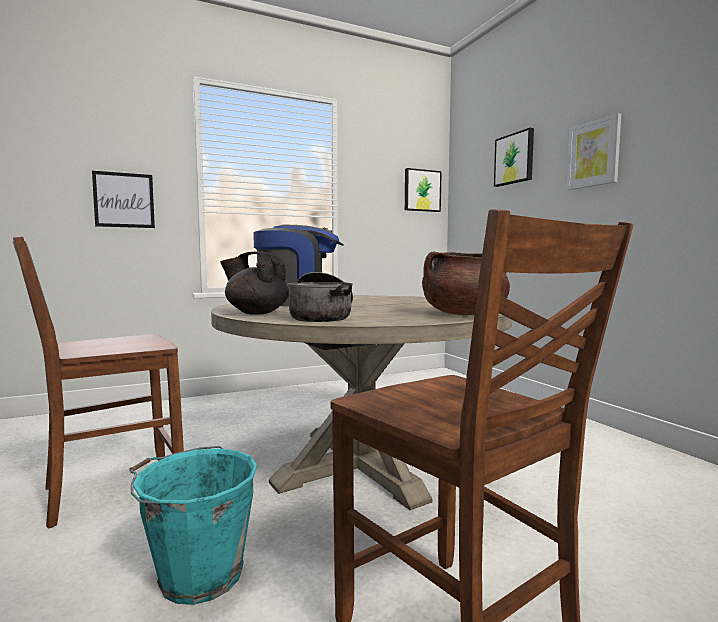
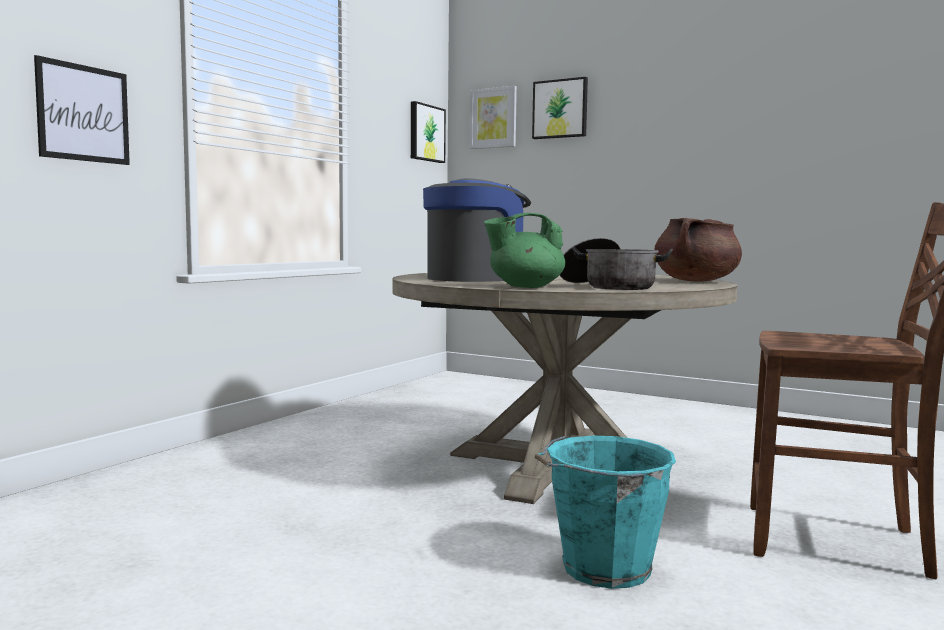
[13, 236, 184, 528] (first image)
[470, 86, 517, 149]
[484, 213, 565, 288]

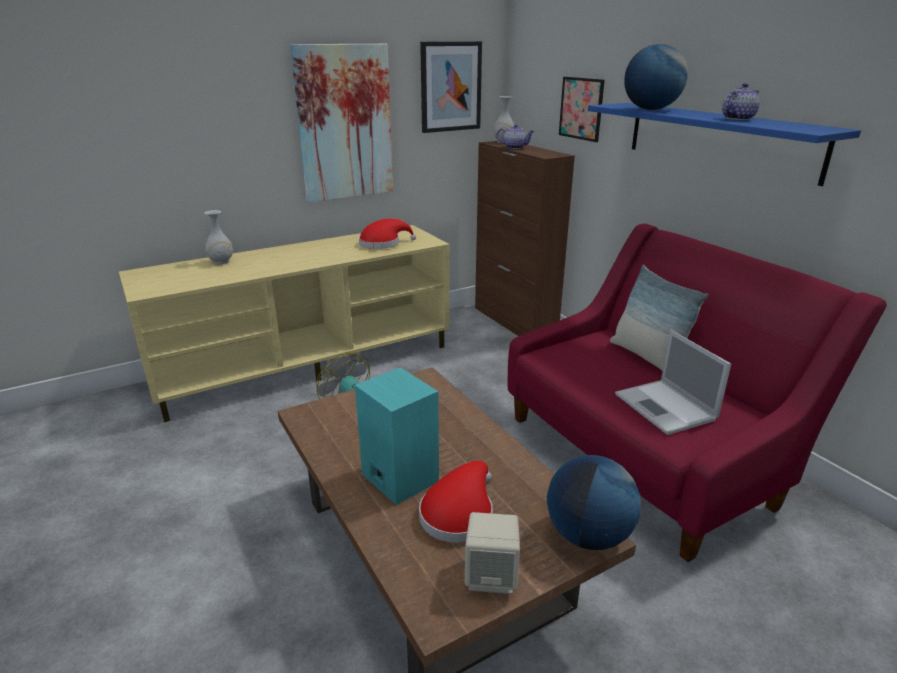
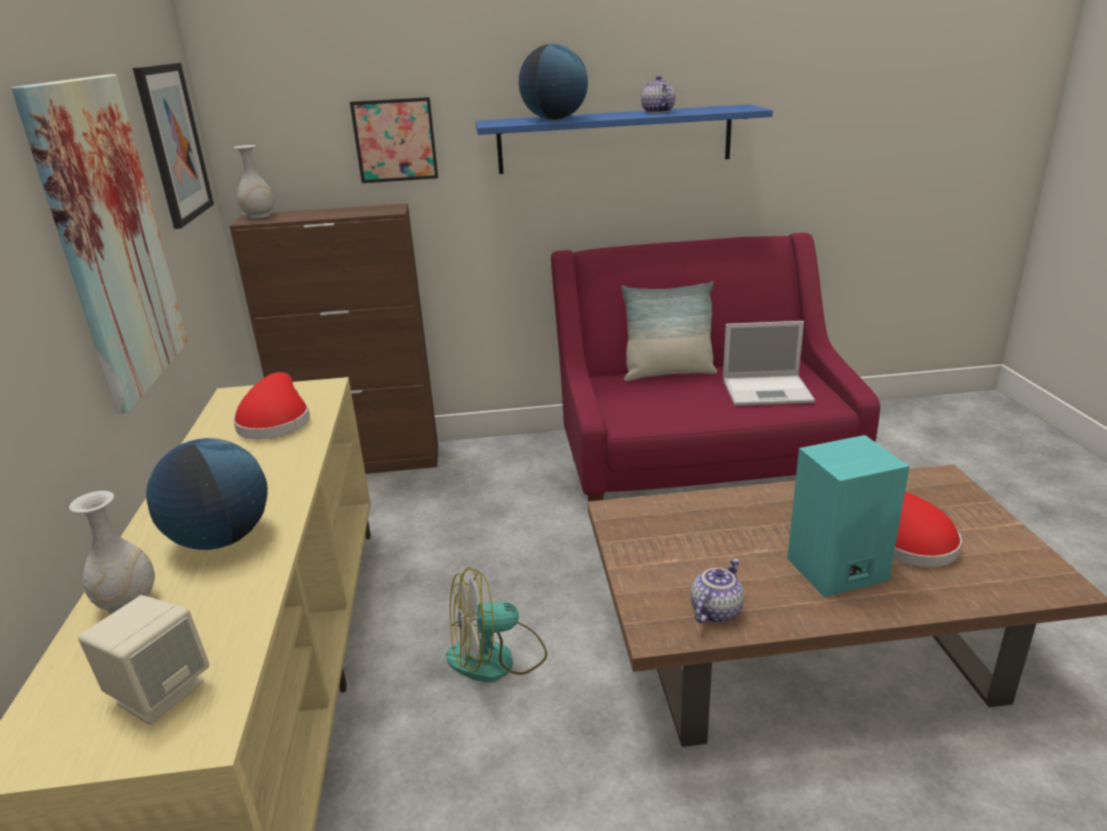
[78, 595, 209, 724]
[691, 559, 744, 623]
[146, 438, 268, 550]

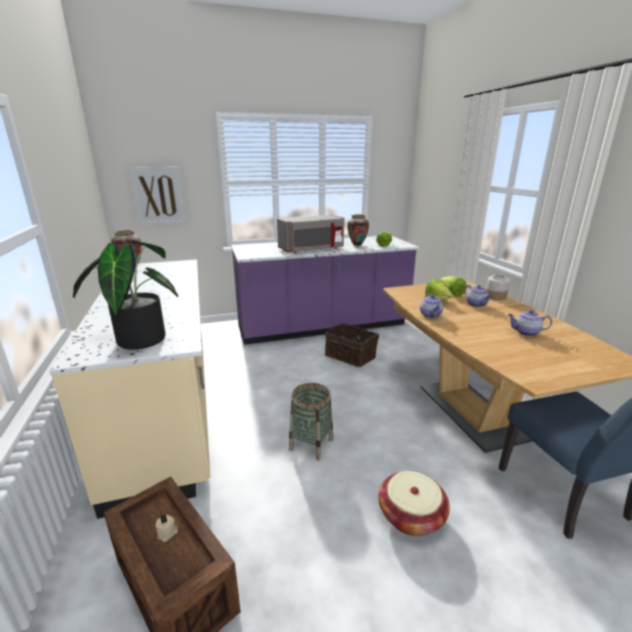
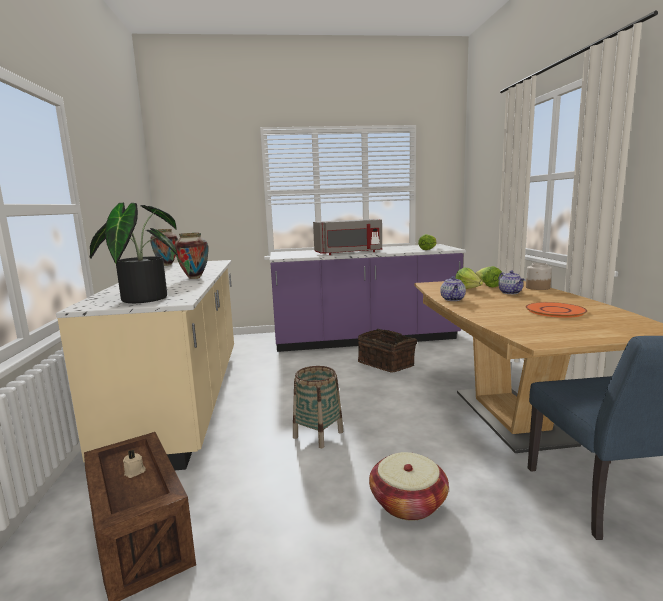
[129, 167, 186, 226] (first image)
[175, 233, 208, 279]
[525, 302, 587, 318]

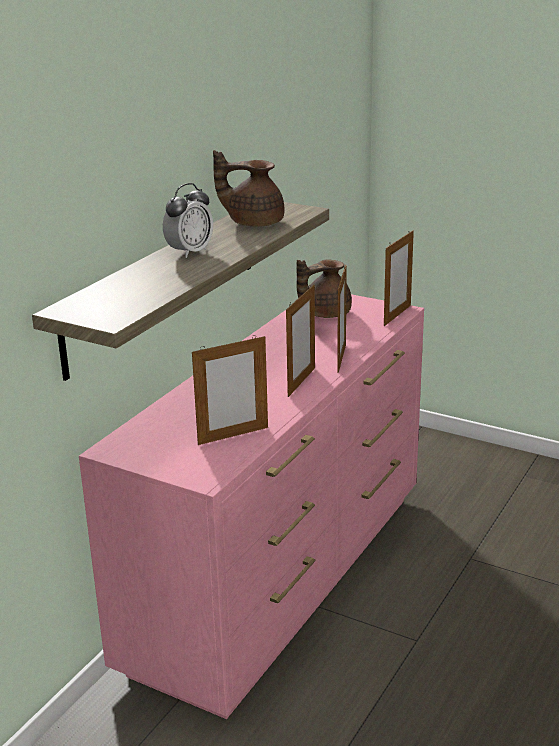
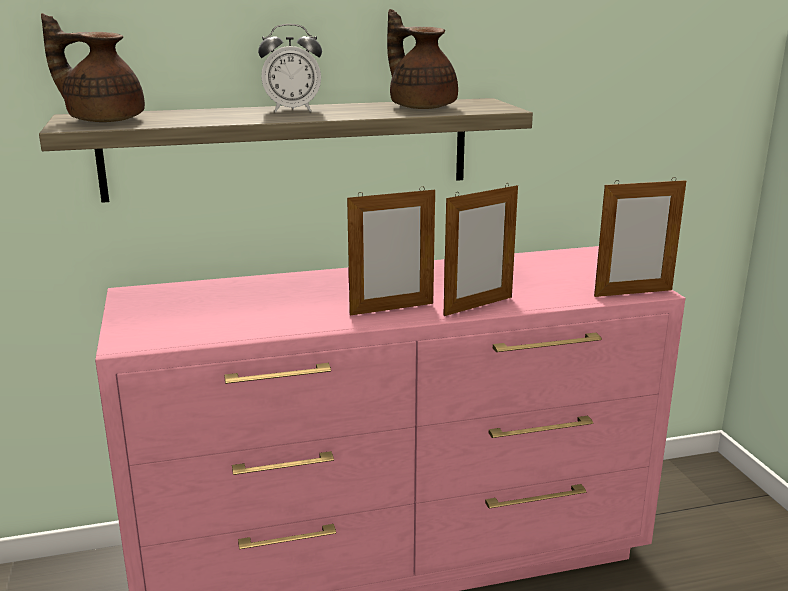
[192, 335, 268, 445] (first image)
[41, 13, 145, 122]

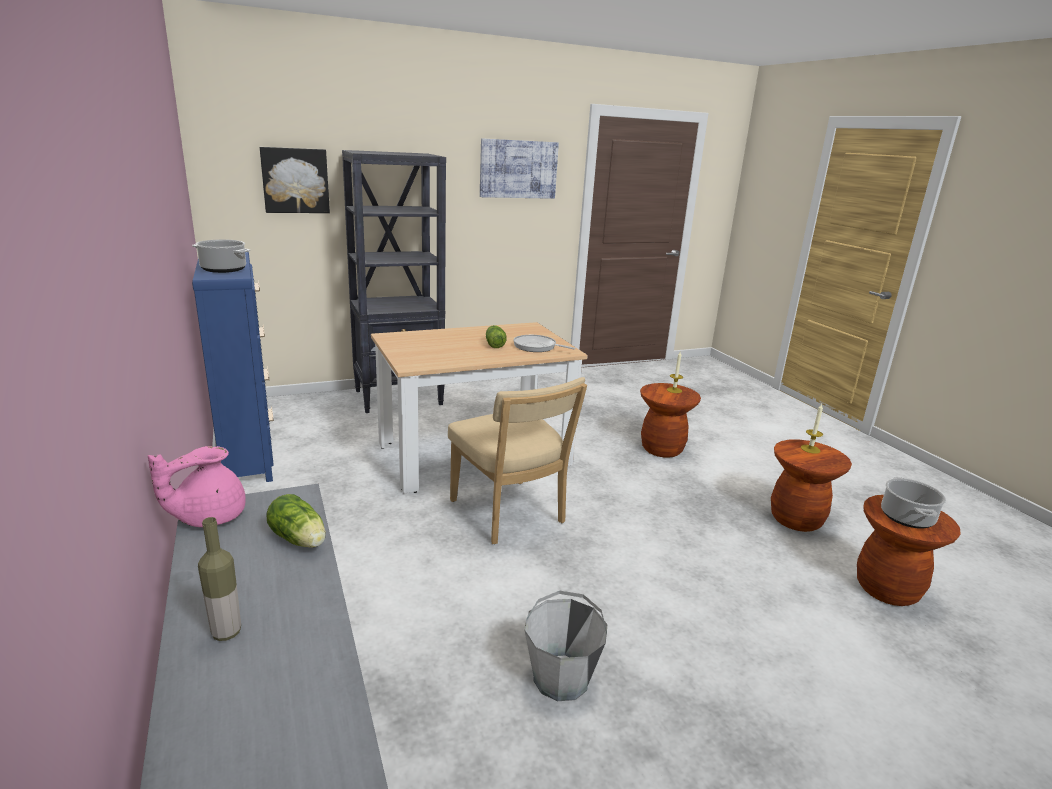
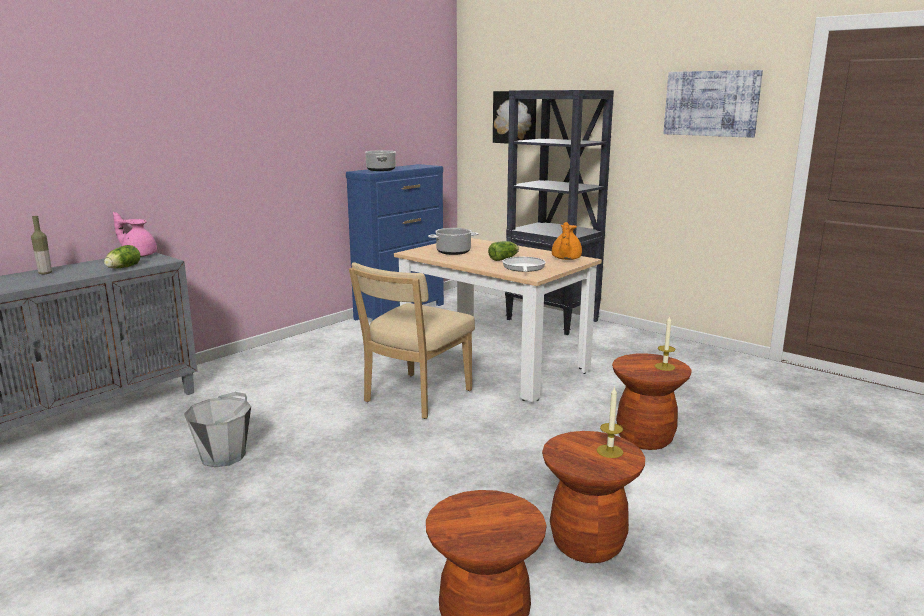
[552, 222, 582, 260]
[428, 228, 479, 255]

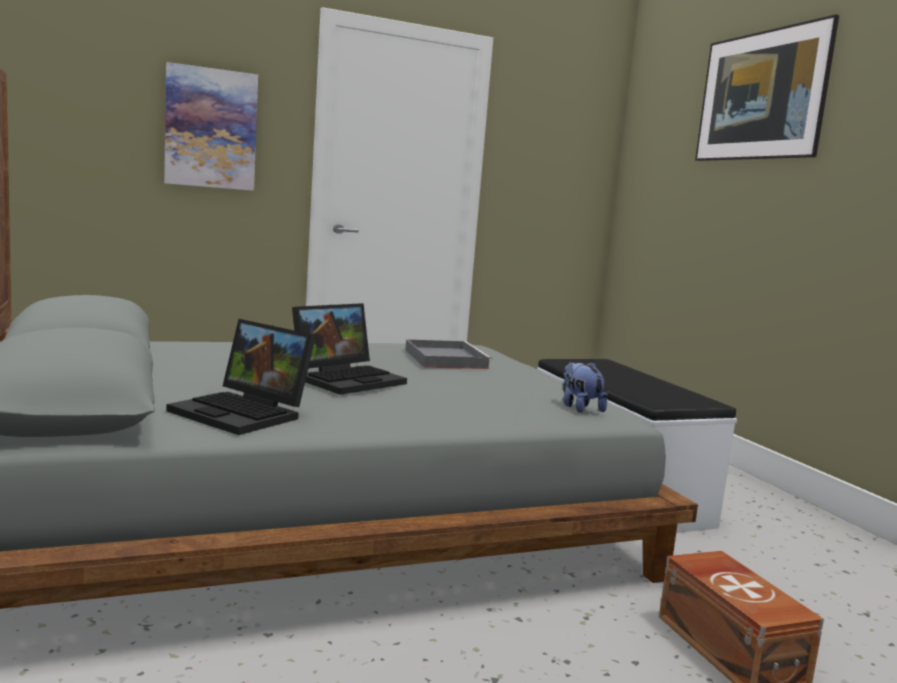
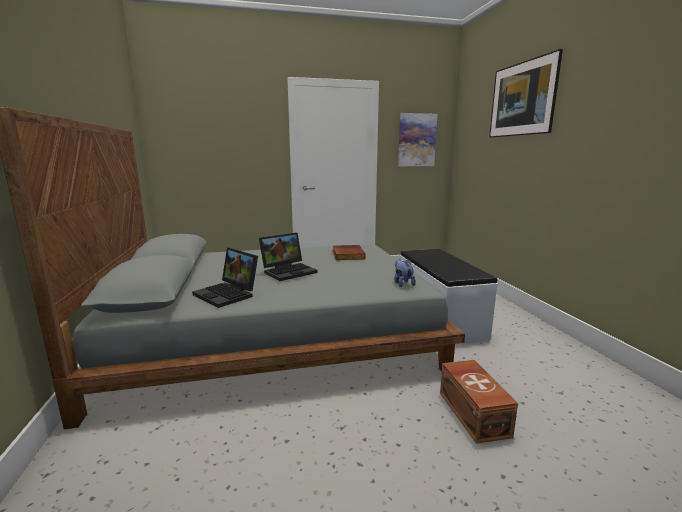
[398, 113, 438, 166]
[333, 245, 366, 260]

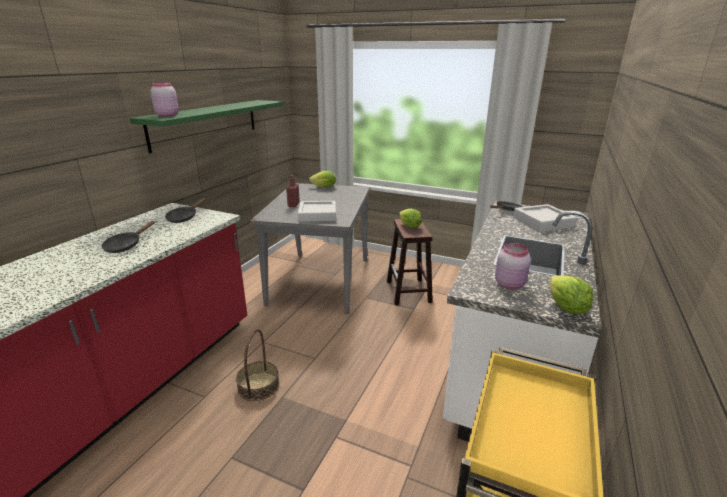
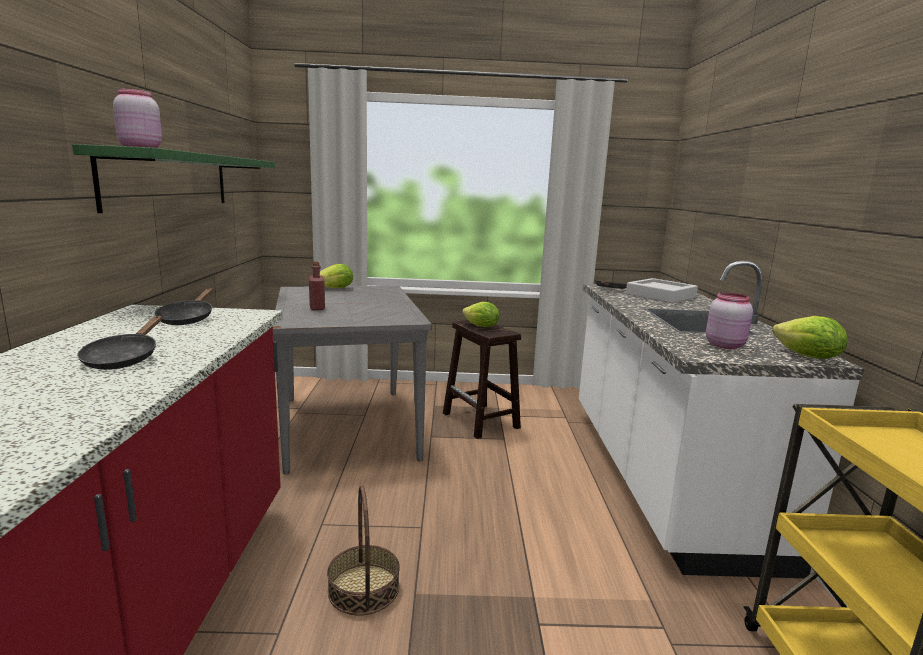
[298, 201, 336, 222] (first image)

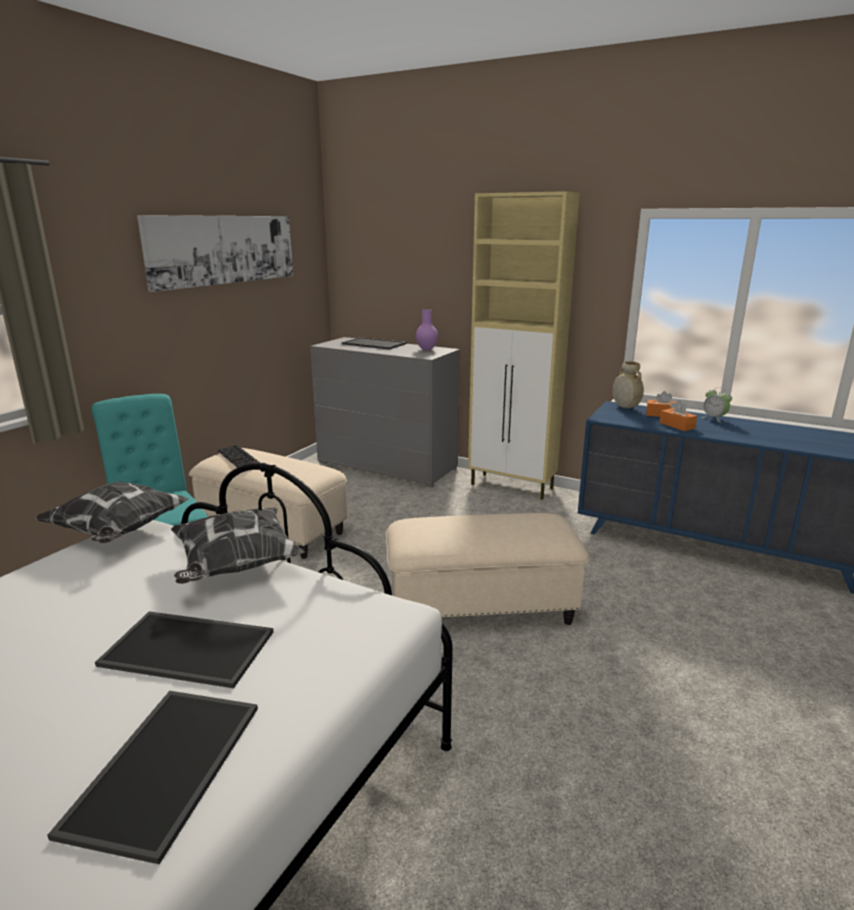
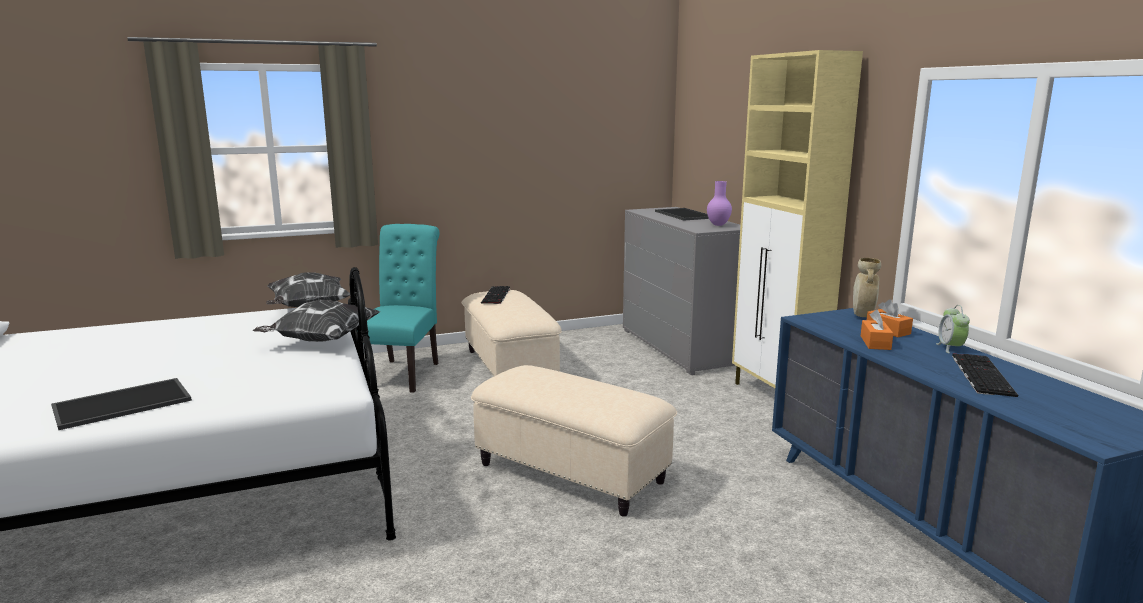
[95, 611, 273, 688] (first image)
[137, 215, 293, 292] (first image)
[952, 354, 1018, 397]

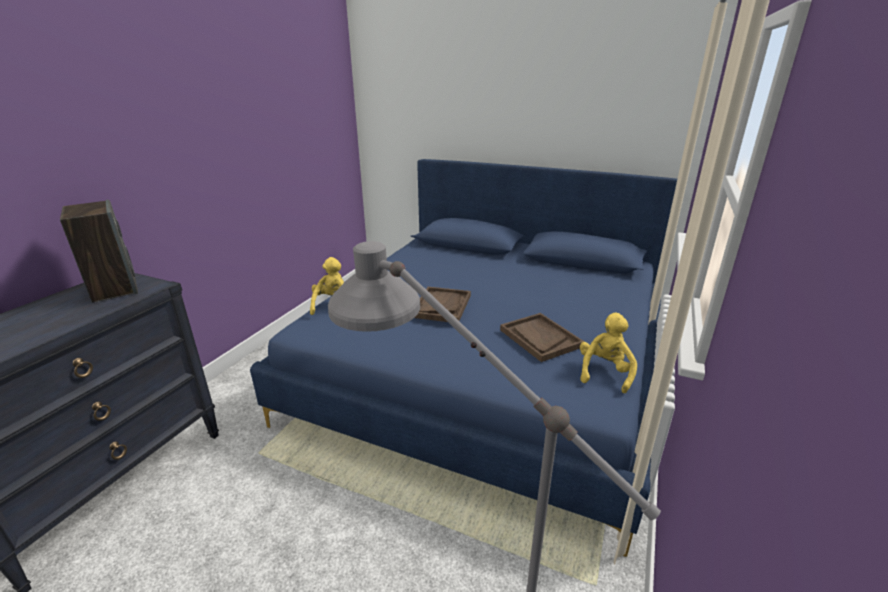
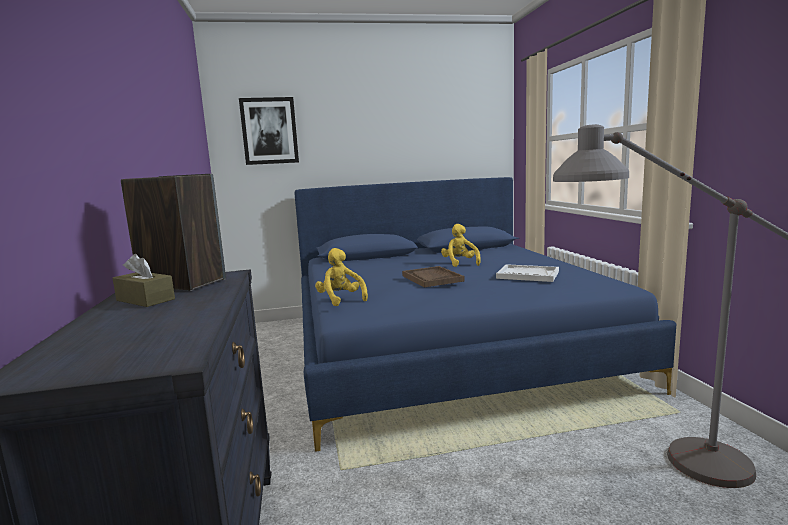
[113, 254, 175, 307]
[239, 97, 299, 165]
[441, 224, 480, 267]
[496, 264, 559, 282]

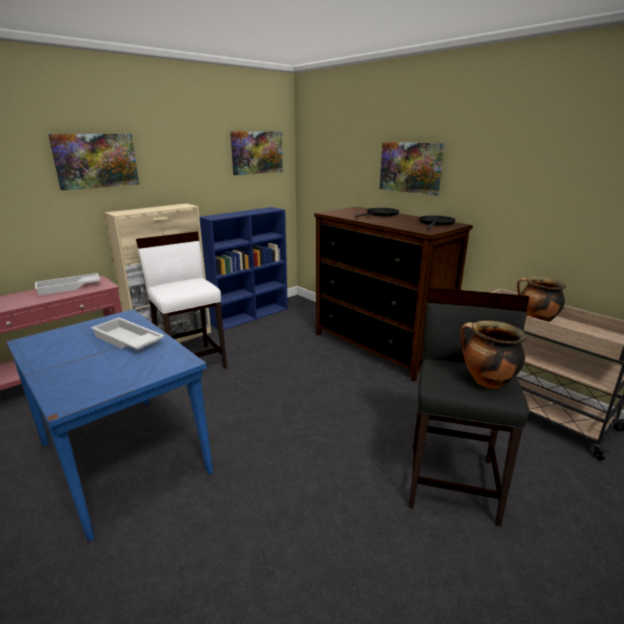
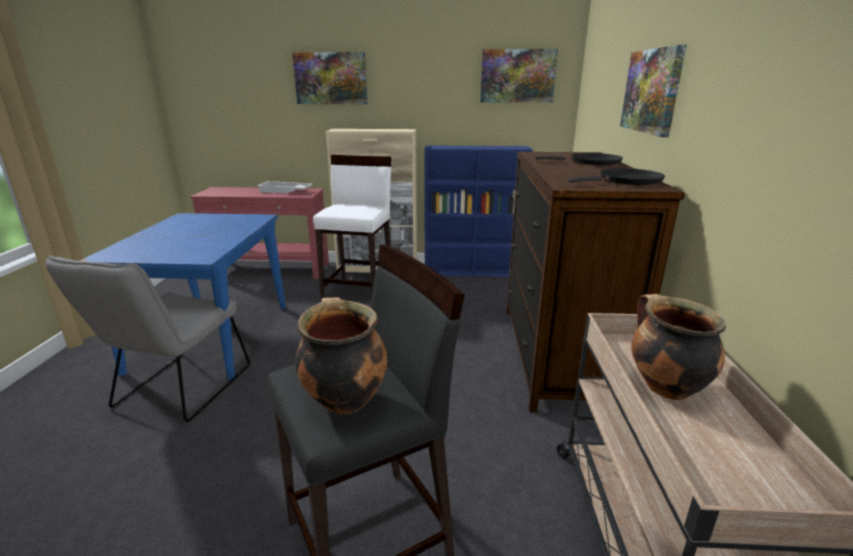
[91, 318, 164, 349] (first image)
[46, 255, 250, 422]

